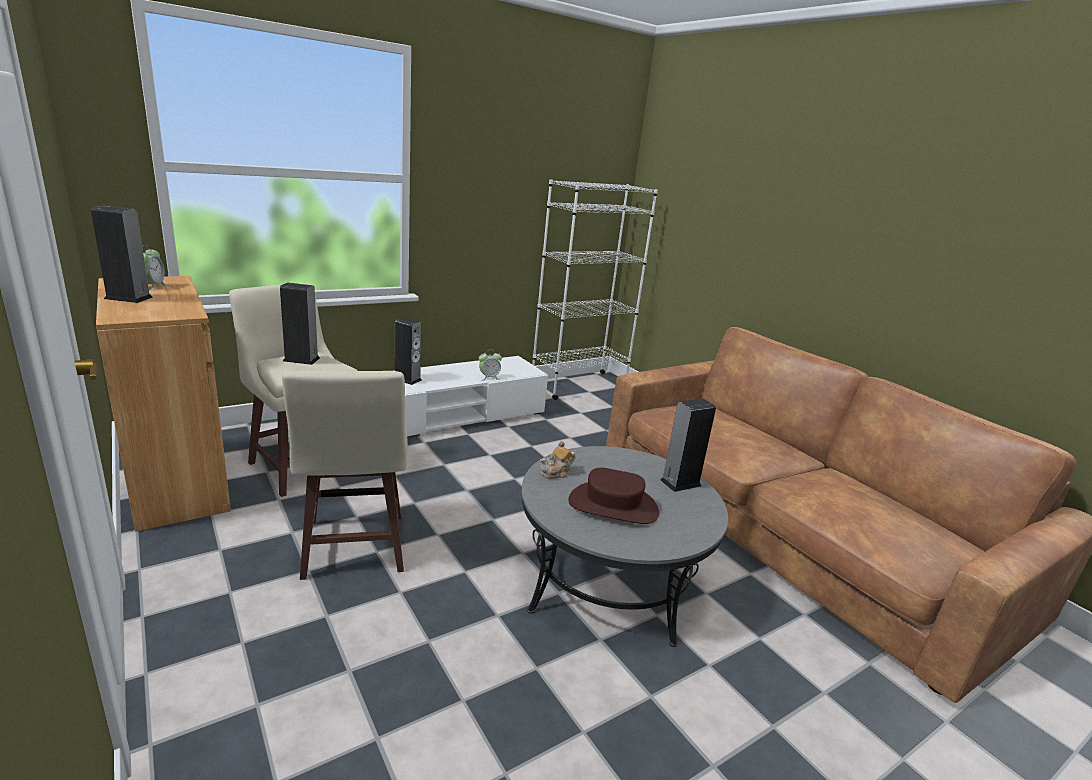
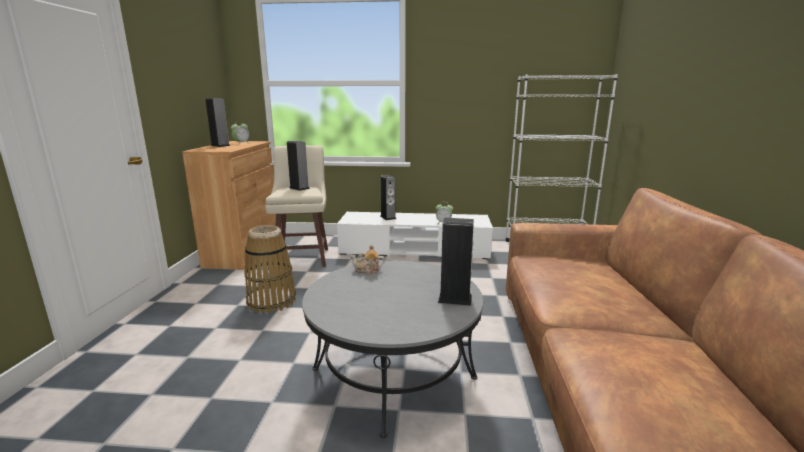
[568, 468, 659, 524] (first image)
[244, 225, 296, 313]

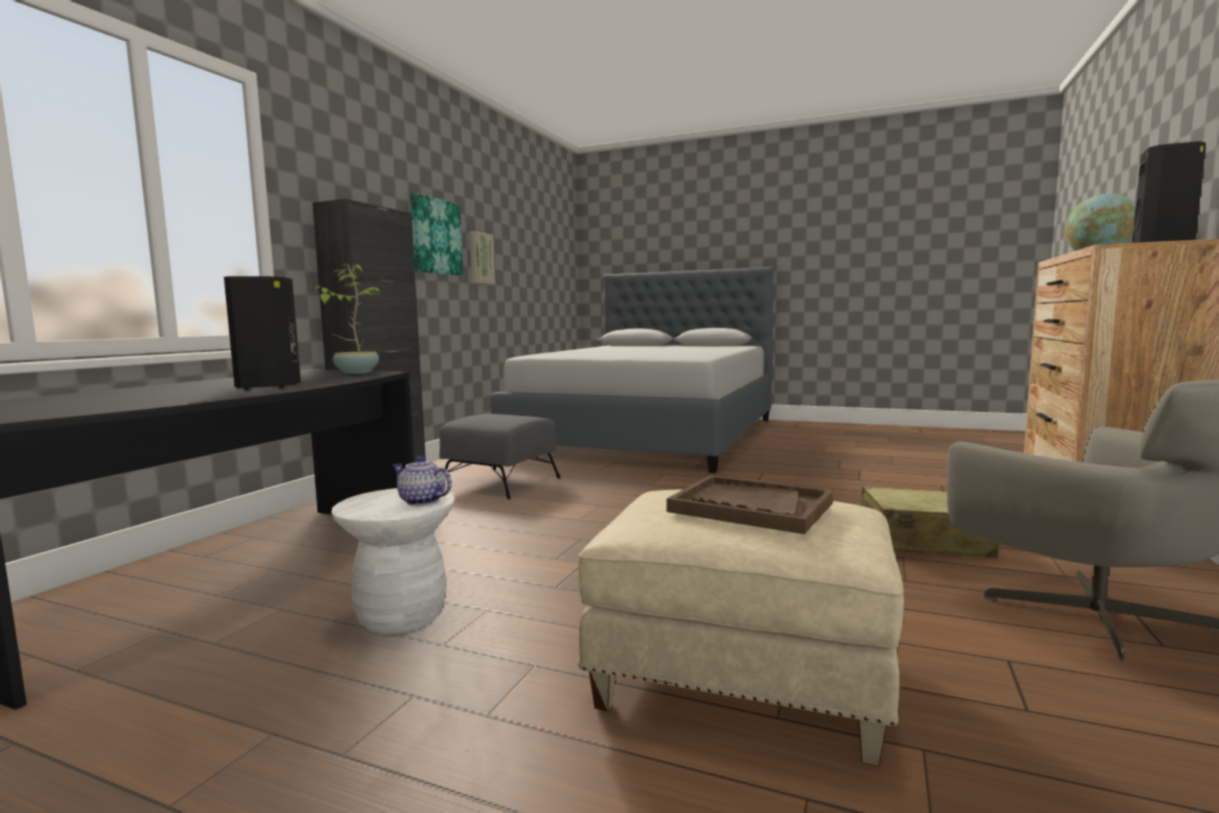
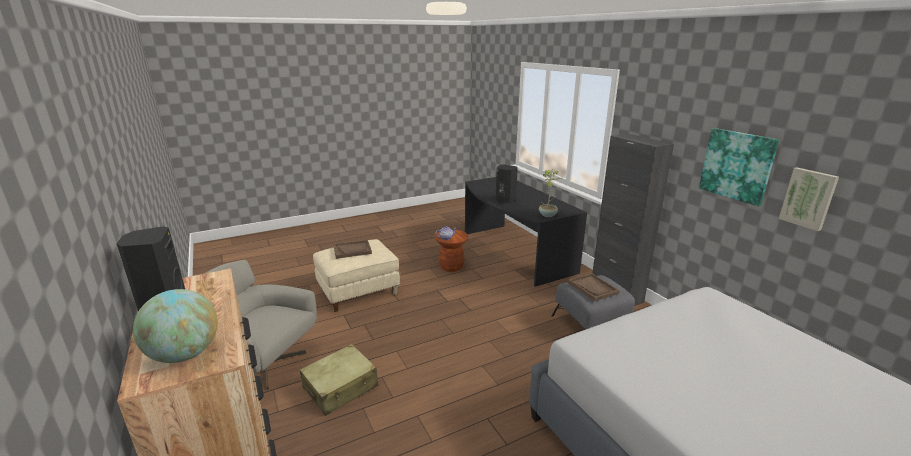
[568, 273, 620, 301]
[435, 230, 468, 272]

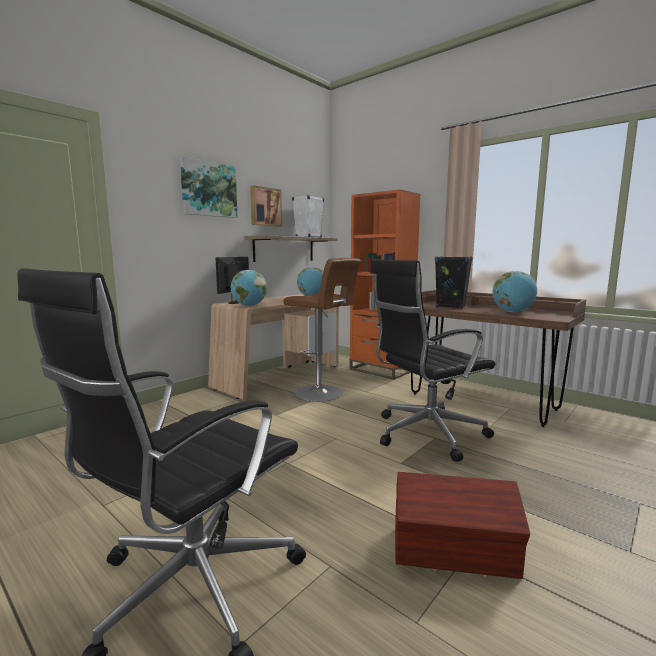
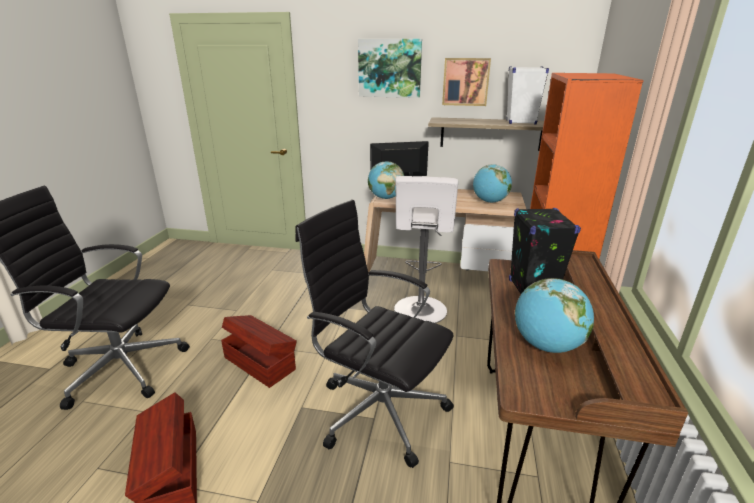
[221, 315, 297, 388]
[394, 176, 458, 323]

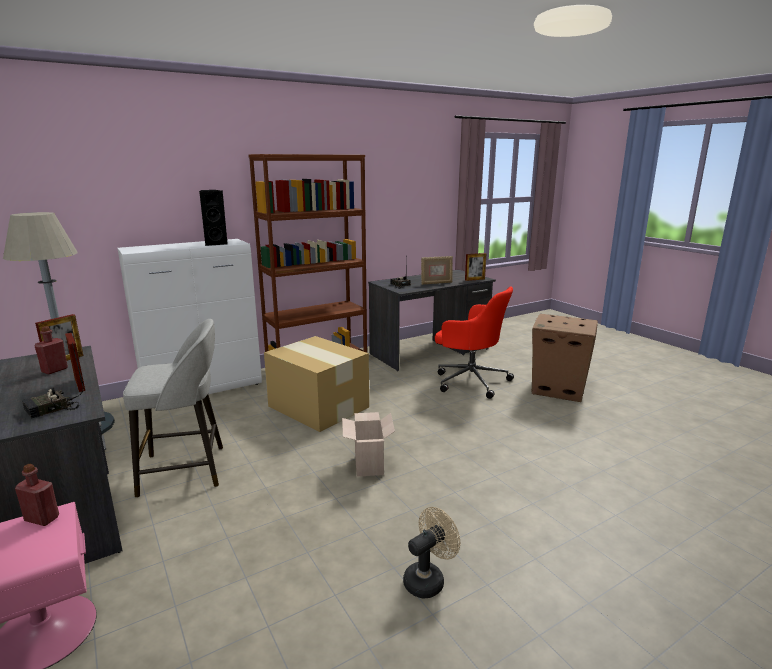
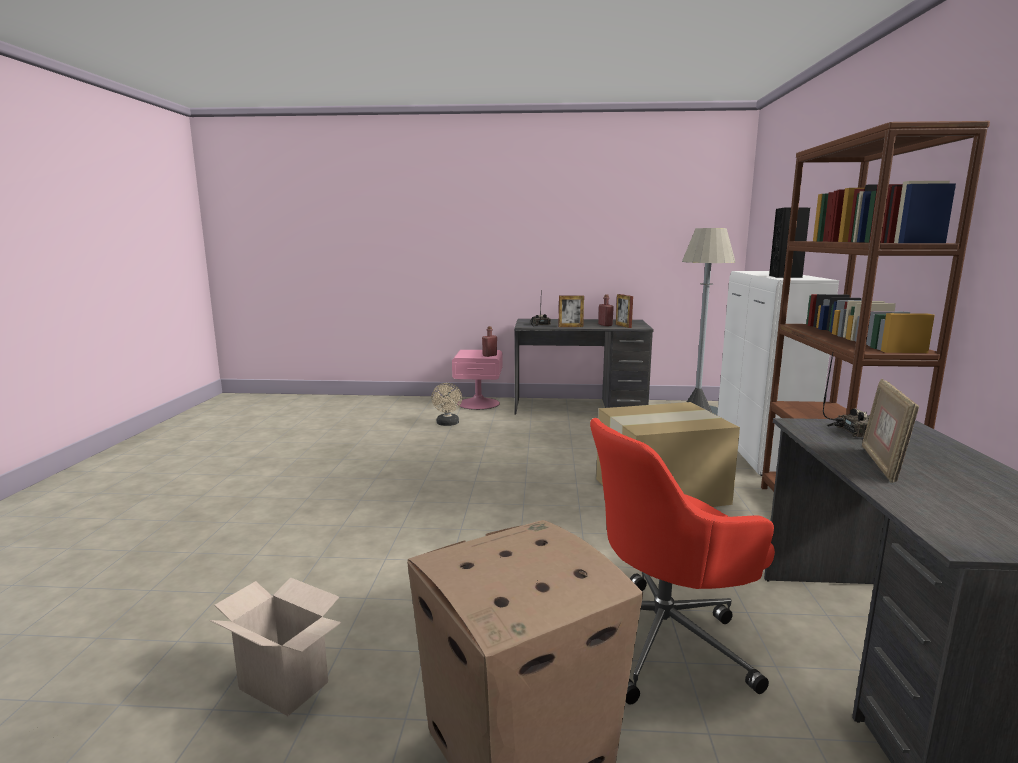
[123, 319, 223, 498] (first image)
[465, 253, 486, 281] (first image)
[210, 577, 341, 716]
[431, 383, 462, 426]

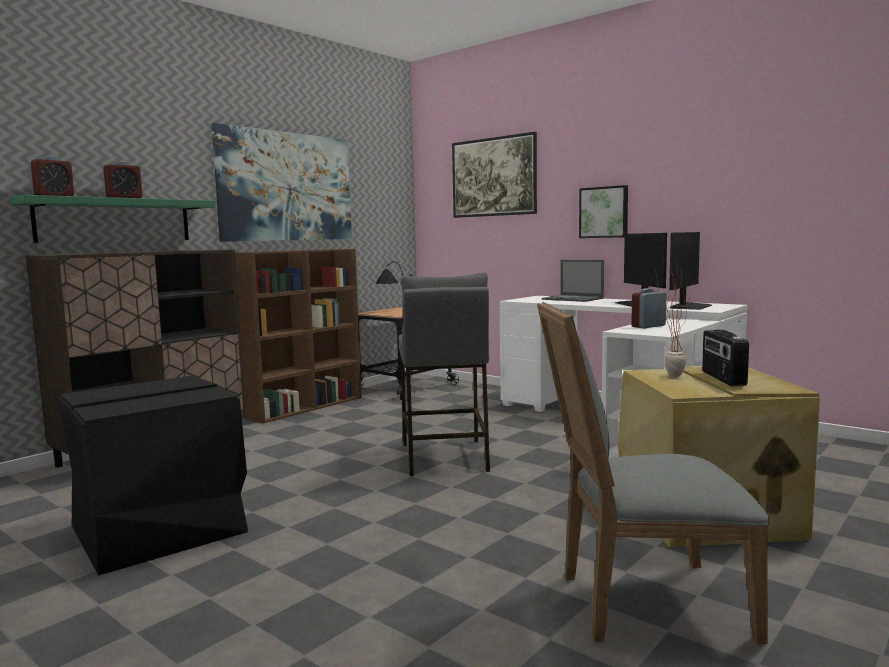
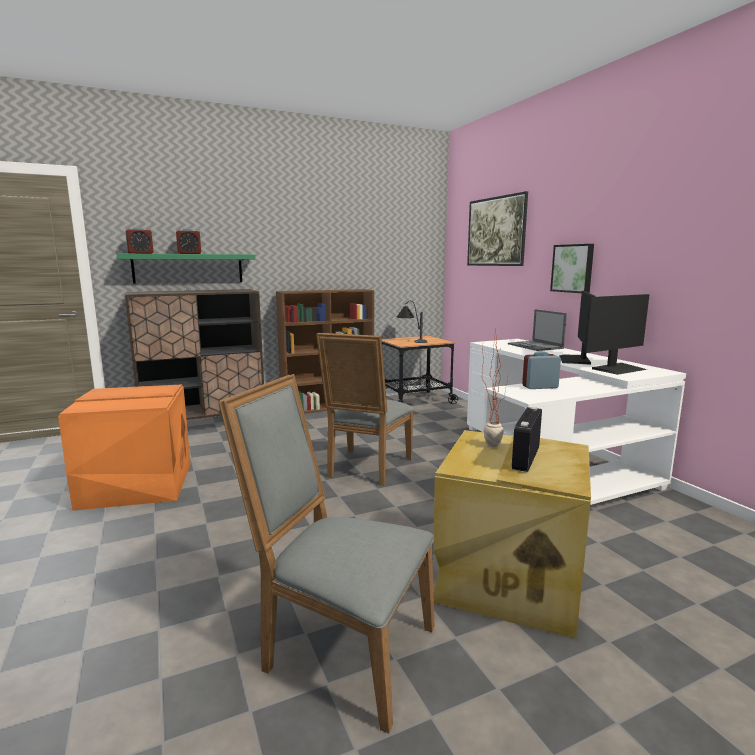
[212, 123, 352, 242] (first image)
[316, 333, 414, 486]
[58, 384, 191, 511]

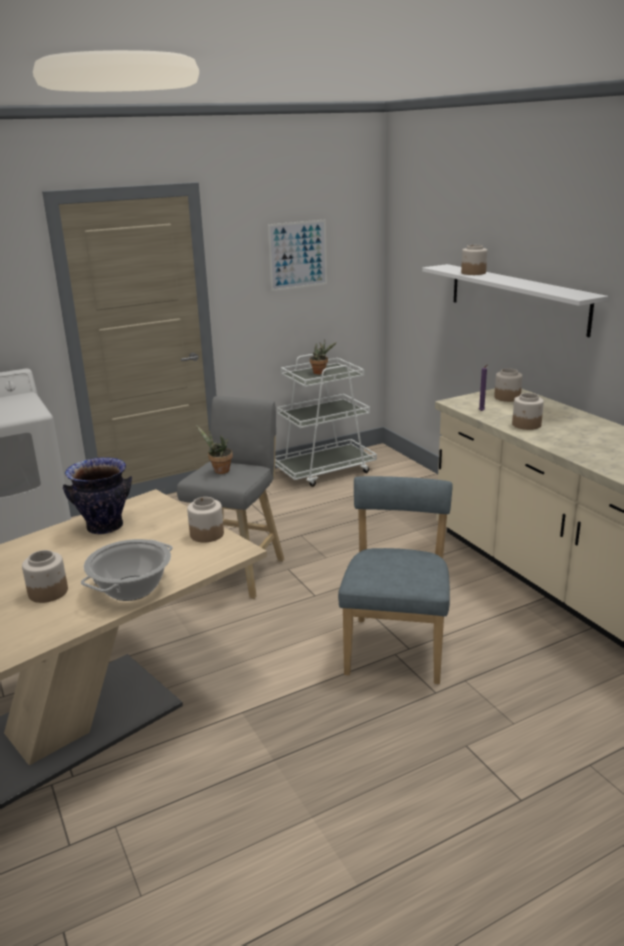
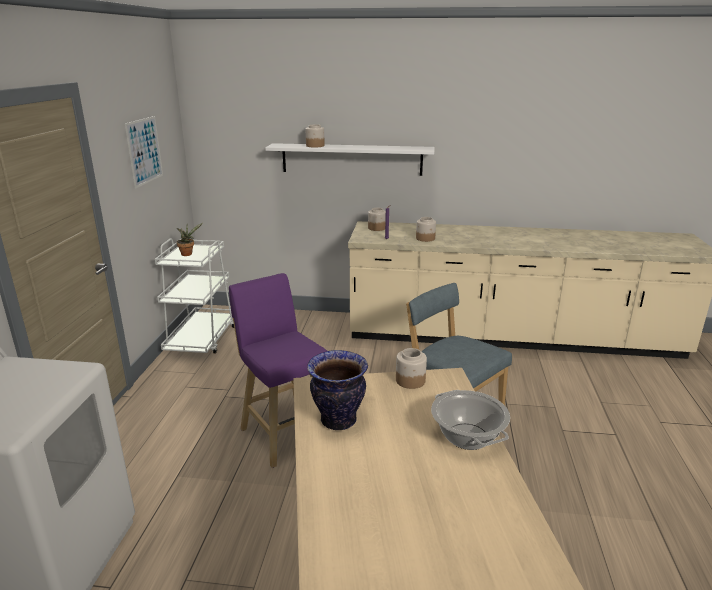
[22, 550, 68, 603] (first image)
[196, 425, 233, 474] (first image)
[229, 273, 327, 468]

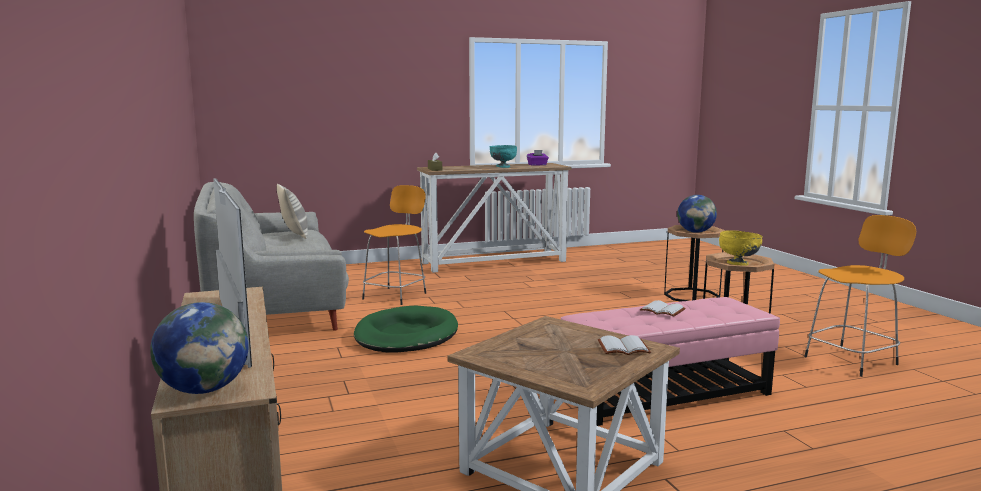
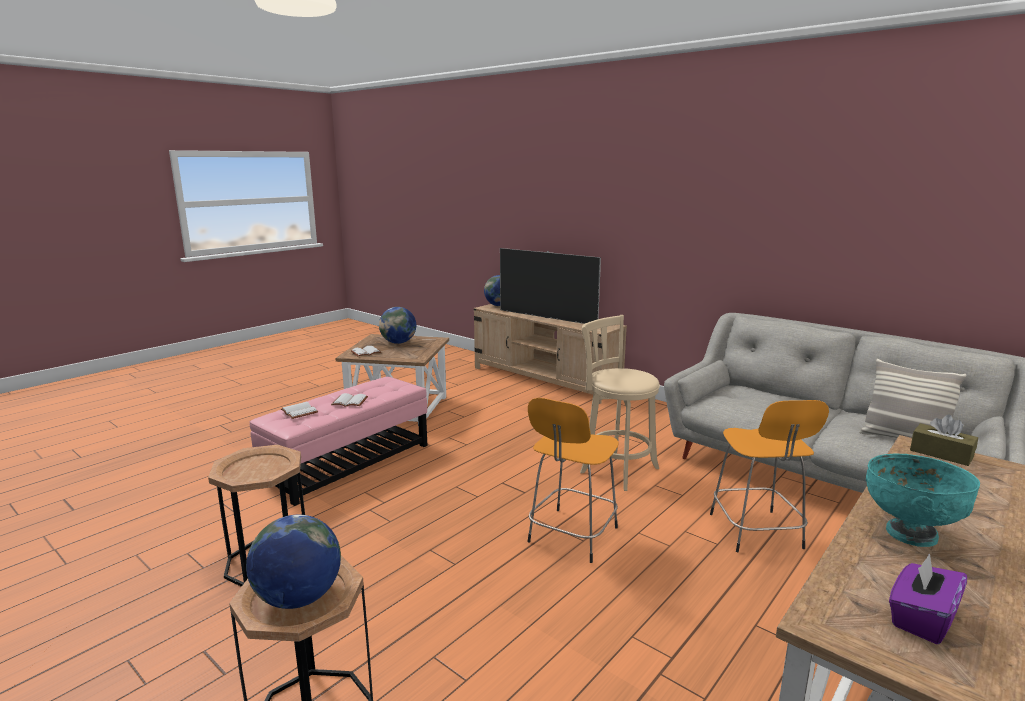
[719, 230, 763, 266] (first image)
[281, 402, 318, 419]
[379, 307, 416, 344]
[527, 398, 619, 563]
[580, 315, 660, 491]

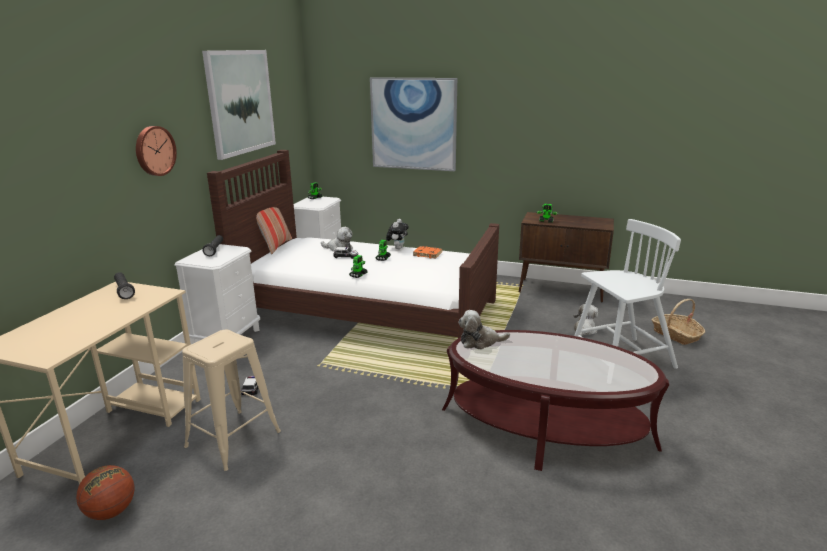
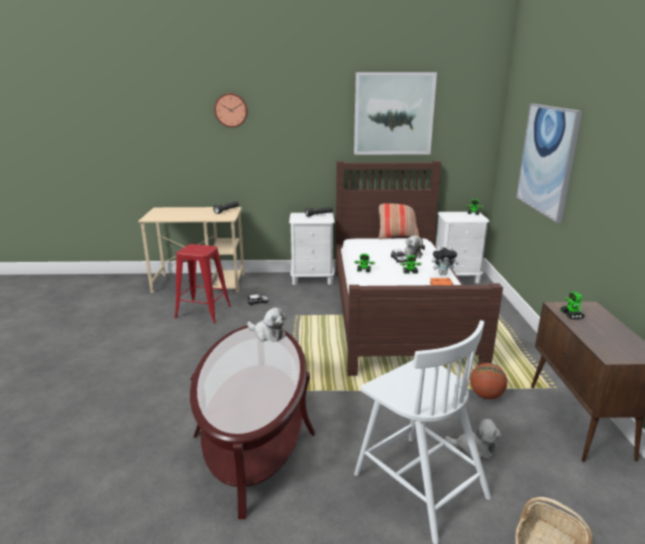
[470, 363, 507, 399]
[214, 93, 248, 128]
[175, 244, 231, 323]
[247, 308, 286, 342]

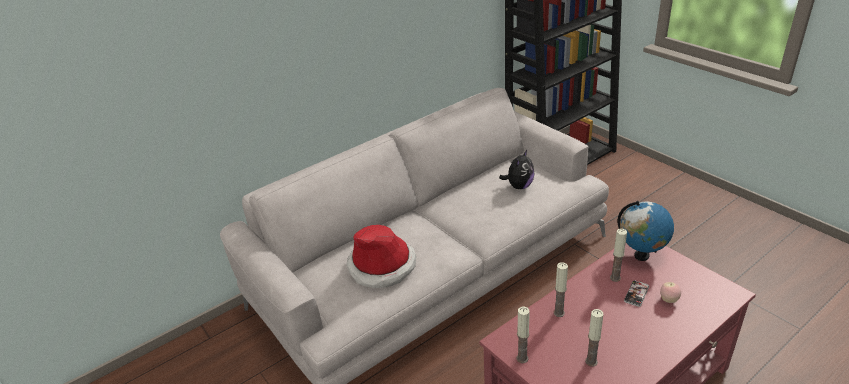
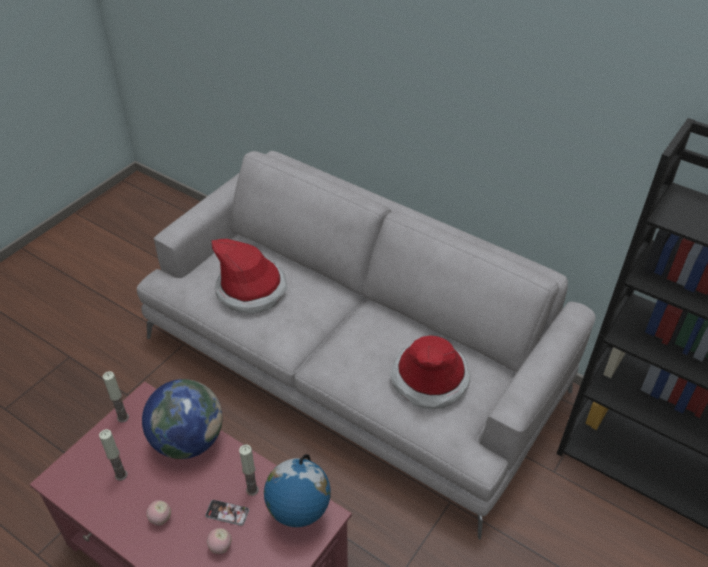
[146, 500, 171, 526]
[390, 335, 470, 409]
[142, 379, 223, 459]

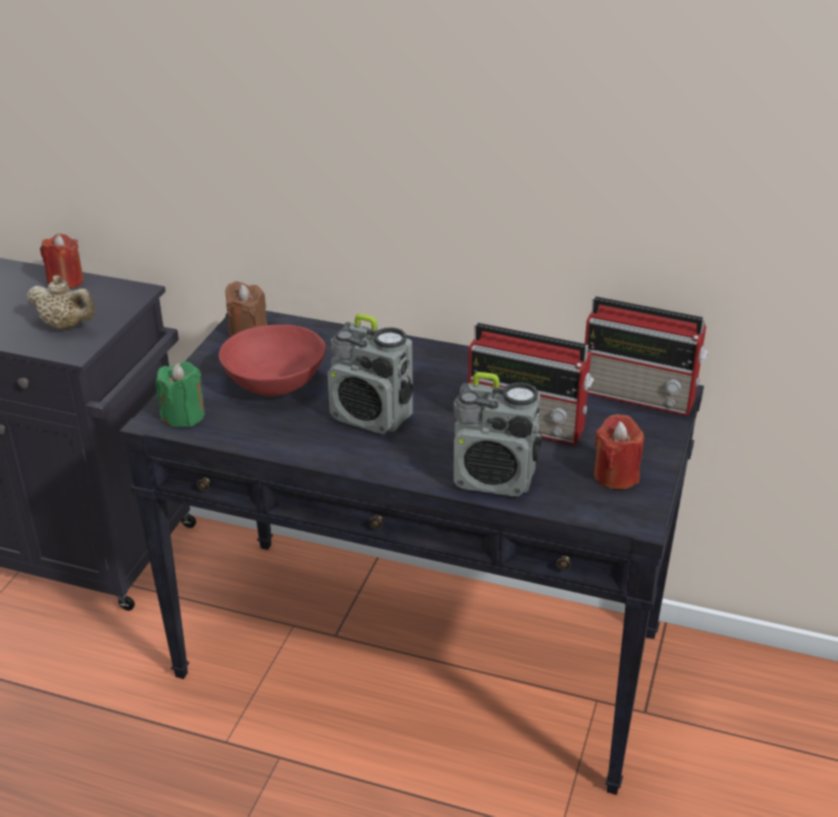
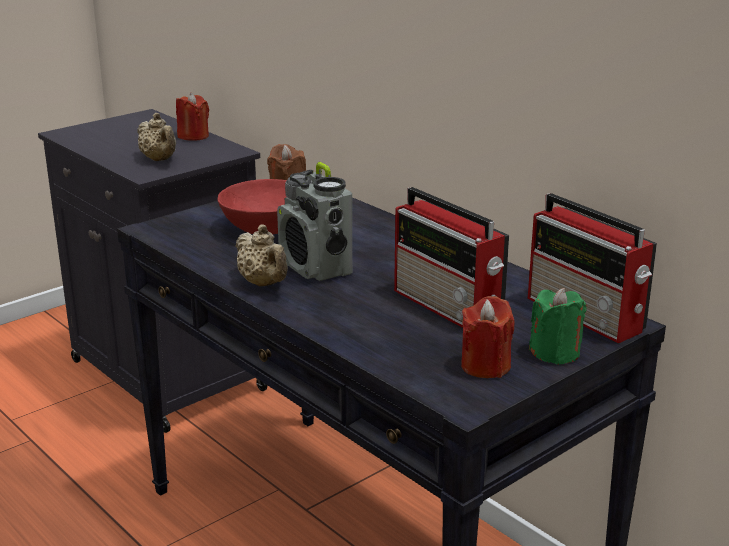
[453, 372, 541, 496] (first image)
[235, 224, 288, 287]
[529, 288, 587, 365]

